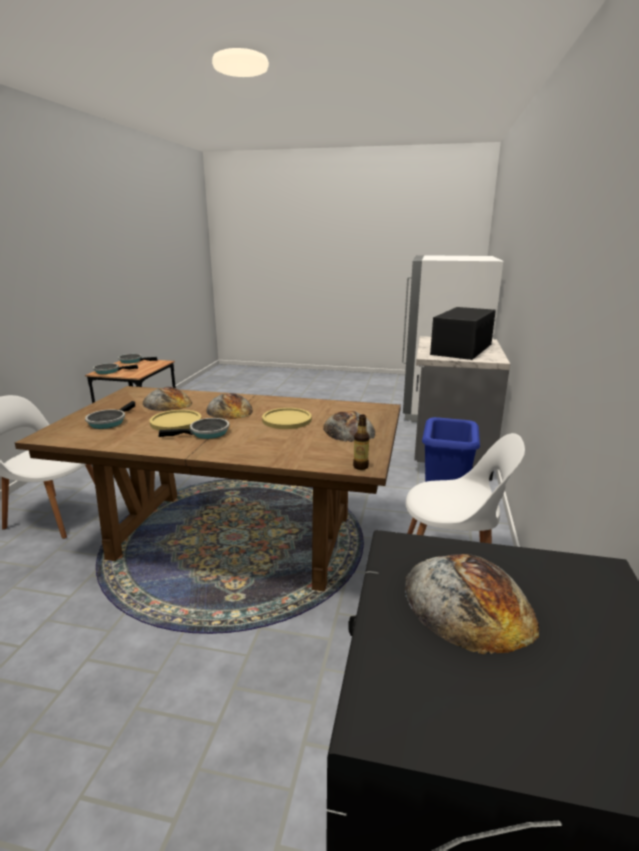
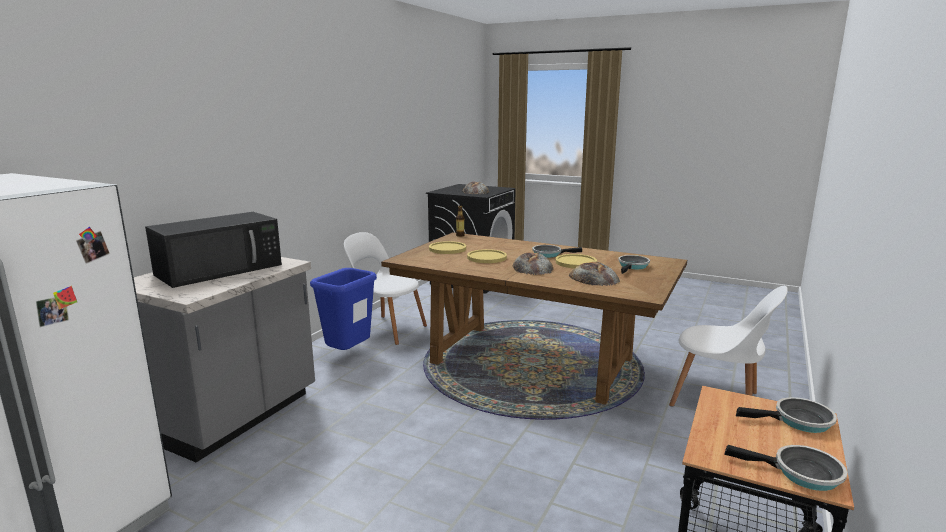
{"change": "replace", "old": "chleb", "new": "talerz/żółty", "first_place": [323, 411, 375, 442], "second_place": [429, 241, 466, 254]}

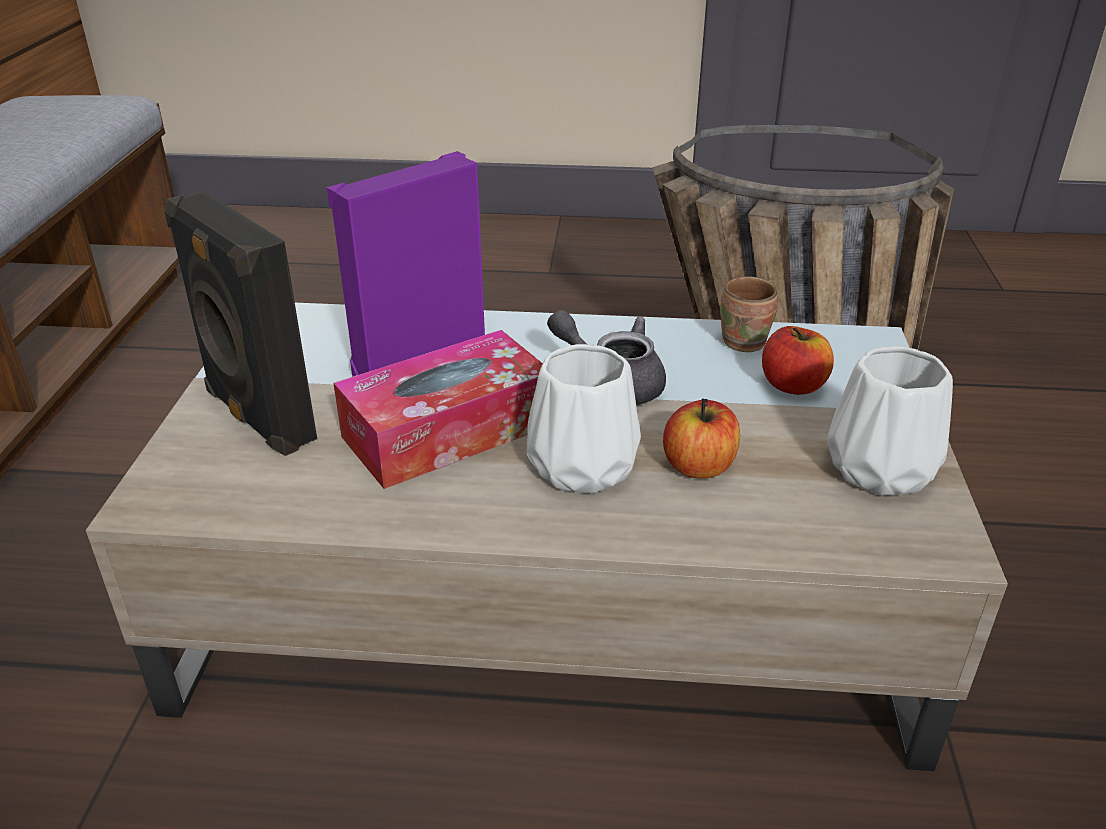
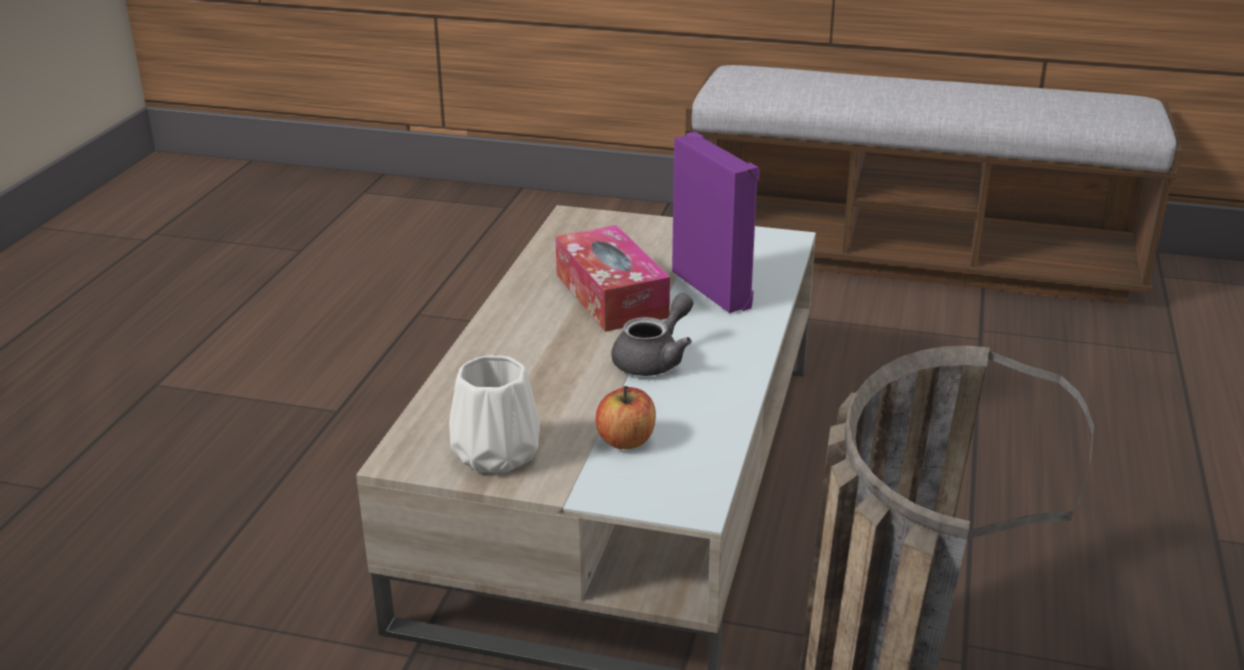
{"change": "delete", "old": "głośnik/czarny", "first_place": [164, 192, 317, 456]}
{"change": "delete", "old": "kubek/brązowy", "first_place": [720, 276, 778, 352]}
{"change": "delete", "old": "wazon/biały", "first_place": [526, 344, 641, 494]}
{"change": "delete", "old": "jabłko", "first_place": [663, 399, 740, 479]}

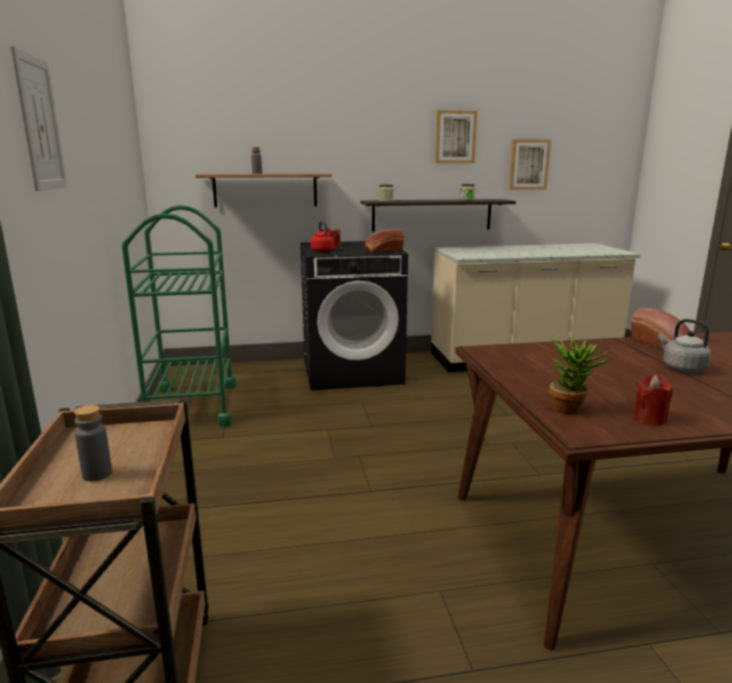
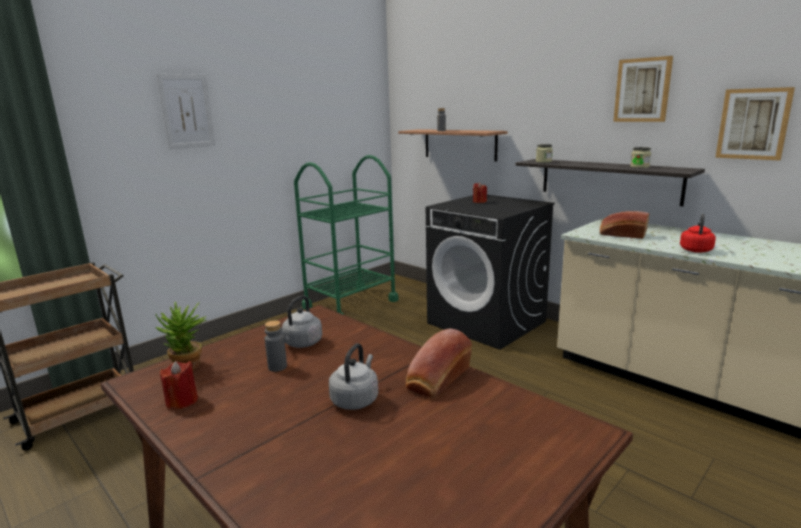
{"change": "move", "old": "czajnik/czerwony", "first_place": [311, 222, 334, 252], "second_place": [680, 213, 716, 253]}
{"change": "move", "old": "chleb", "first_place": [365, 229, 404, 253], "second_place": [600, 211, 649, 239]}
{"change": "move", "old": "butelka/szary", "first_place": [74, 405, 112, 481], "second_place": [265, 320, 287, 372]}
{"change": "insert", "new": "czajnik/szary", "second_place": [281, 295, 322, 348]}

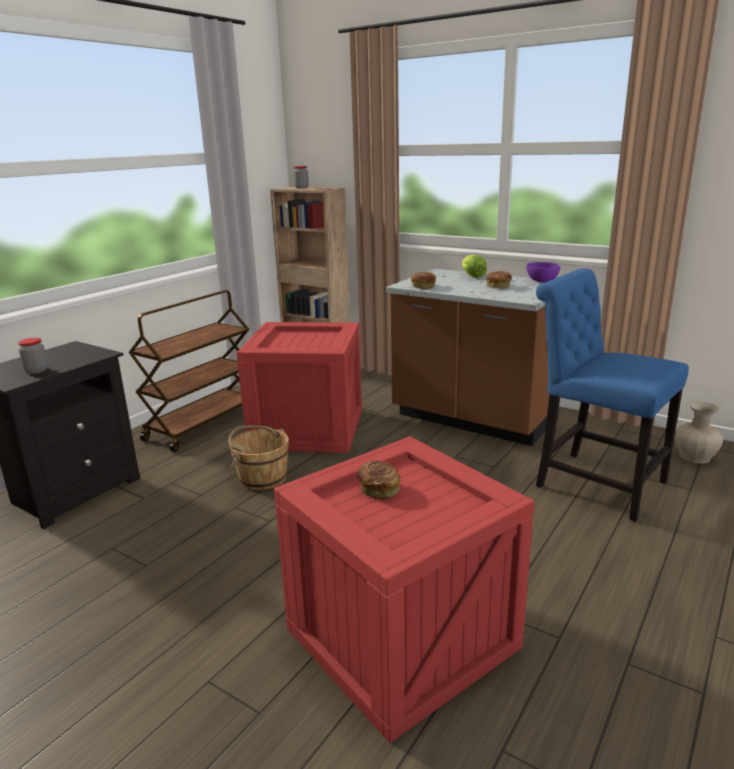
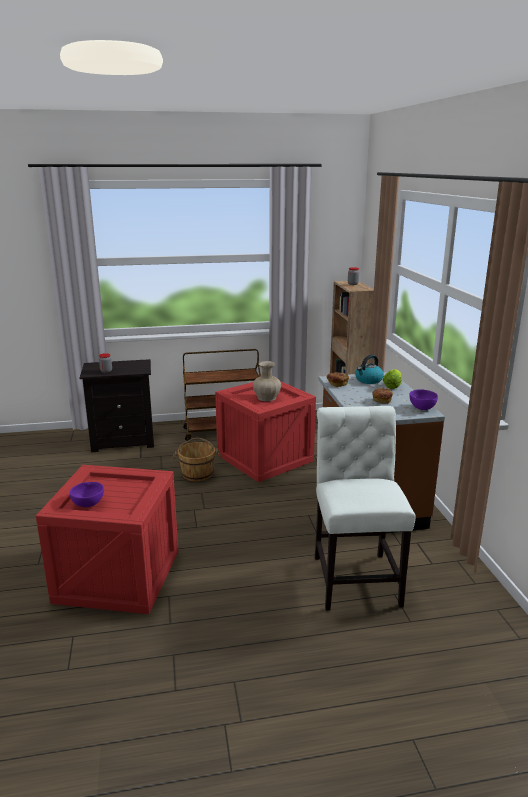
{"change": "recolor", "old": "krzesło/niebieski", "new": "krzesło/biały", "first_place": [536, 268, 689, 522], "second_place": [315, 406, 416, 611]}
{"change": "move", "old": "wazon/beżowy", "first_place": [674, 402, 723, 464], "second_place": [253, 361, 281, 401]}
{"change": "delete", "old": "chleb", "first_place": [357, 460, 401, 499]}
{"change": "insert", "new": "czajnik", "second_place": [355, 355, 384, 384]}
{"change": "insert", "new": "miska/fioletowy", "second_place": [70, 482, 104, 507]}

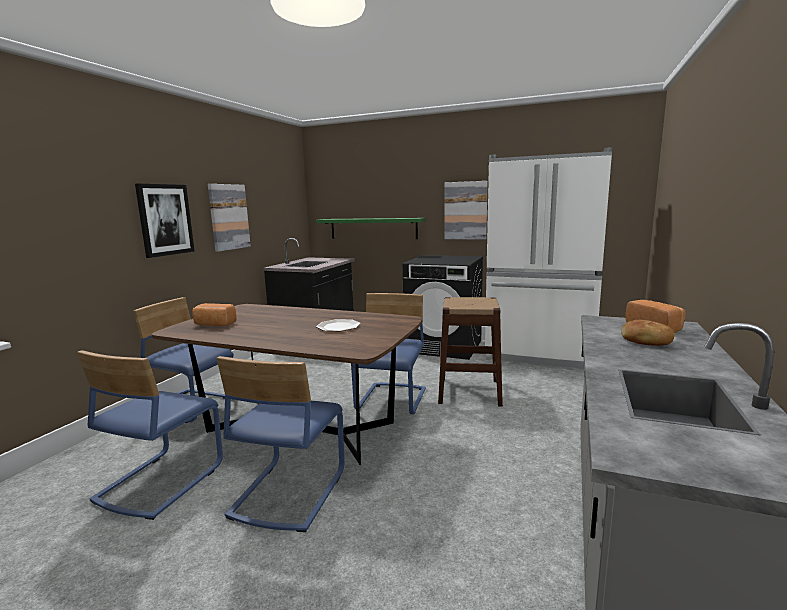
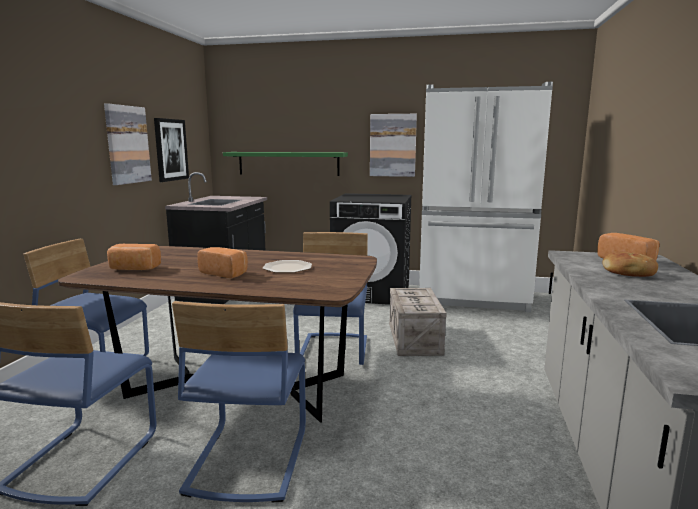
{"change": "move", "old": "obraz", "first_place": [135, 184, 195, 258], "second_place": [154, 118, 189, 182]}
{"change": "replace", "old": "stołek/brązowy", "new": "skrzynka", "first_place": [438, 297, 503, 407], "second_place": [389, 288, 447, 356]}
{"change": "insert", "new": "chleb", "second_place": [197, 247, 248, 278]}

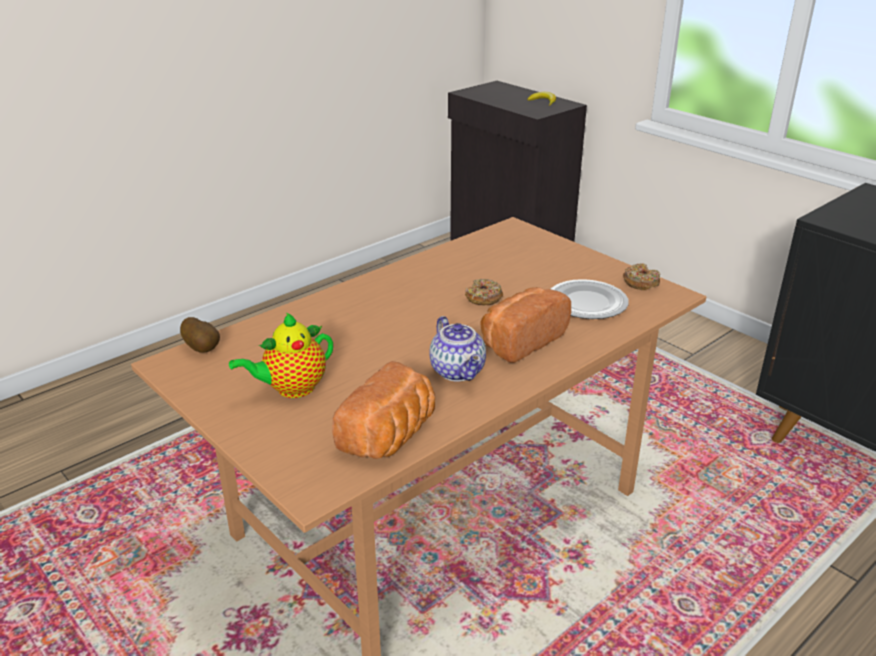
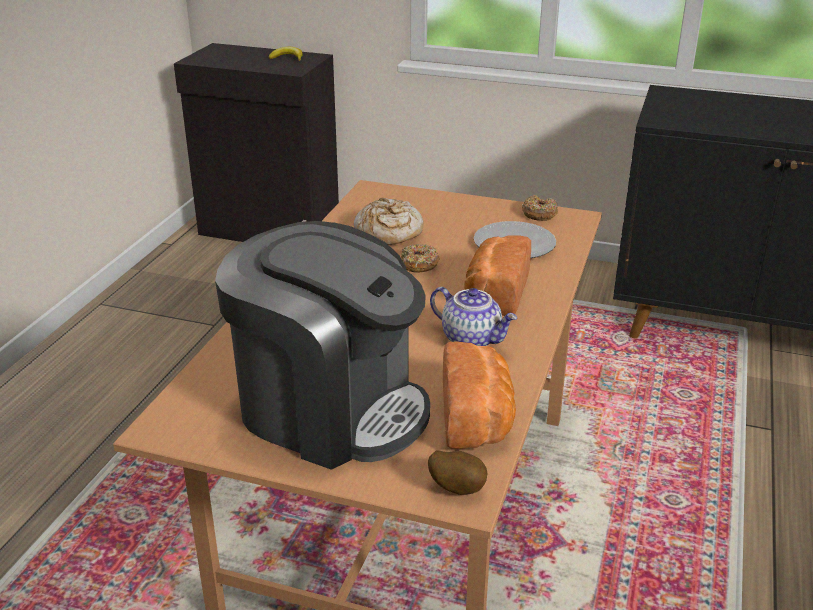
{"change": "replace", "old": "imbryk", "new": "ekspres do kawy", "first_place": [229, 313, 333, 398], "second_place": [215, 221, 430, 470]}
{"change": "move", "old": "ziemniak", "first_place": [180, 317, 220, 353], "second_place": [428, 450, 487, 495]}
{"change": "insert", "new": "chleb", "second_place": [354, 198, 424, 245]}

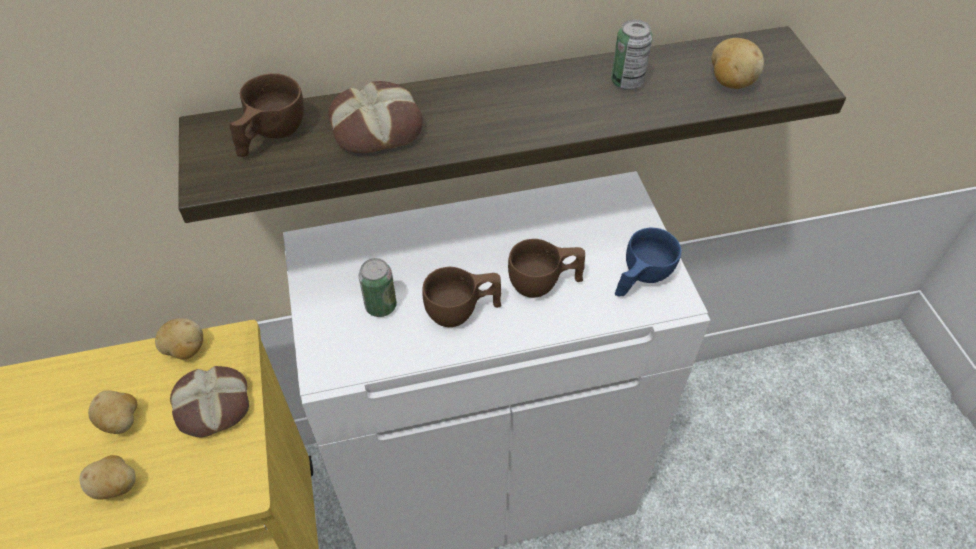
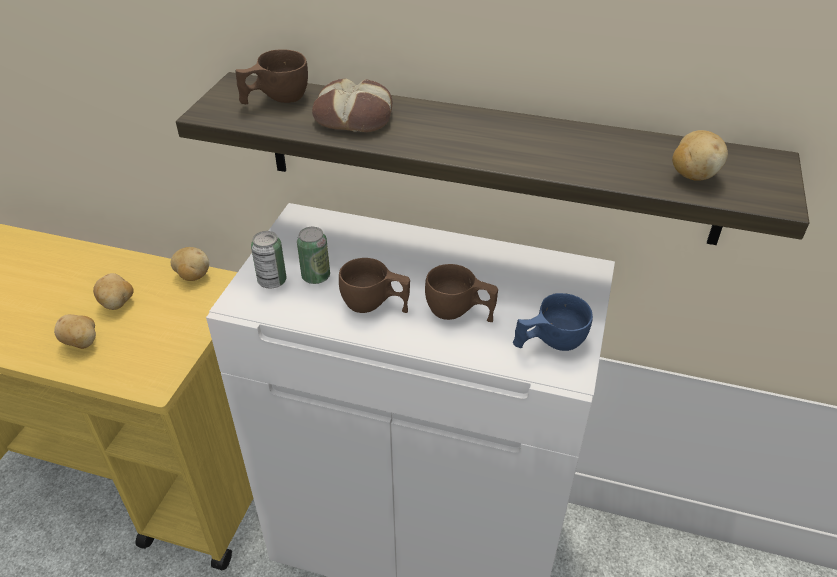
{"change": "move", "old": "puszka", "first_place": [611, 20, 653, 90], "second_place": [251, 231, 286, 289]}
{"change": "delete", "old": "chleb", "first_place": [170, 366, 249, 437]}

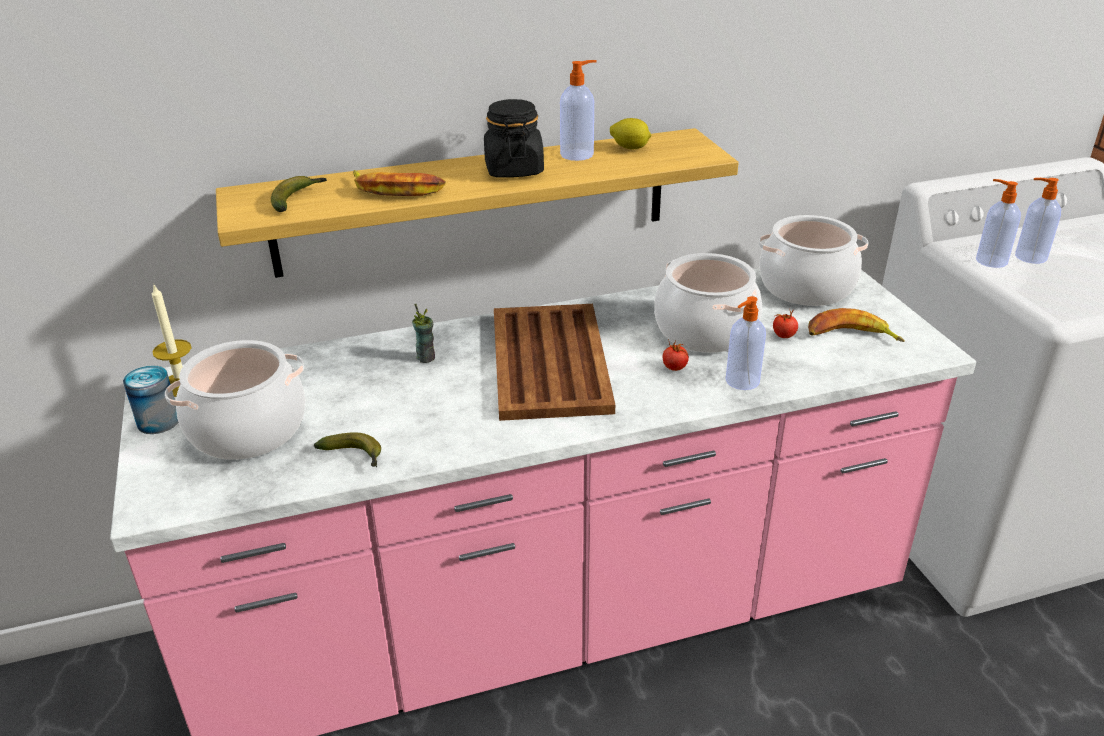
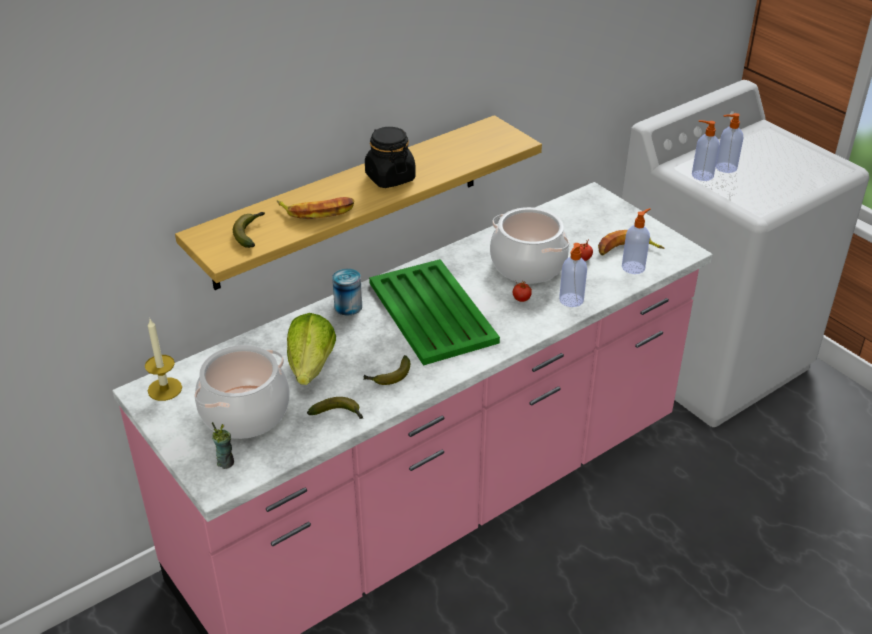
{"change": "move", "old": "dozownik mydła", "first_place": [560, 60, 597, 161], "second_place": [622, 208, 651, 274]}
{"change": "delete", "old": "cytryna", "first_place": [610, 118, 651, 149]}
{"change": "delete", "old": "garnek", "first_place": [758, 215, 868, 306]}
{"change": "move", "old": "filiżanka", "first_place": [412, 304, 435, 363], "second_place": [212, 422, 234, 469]}
{"change": "recolor", "old": "taca/brązowy", "new": "taca/zielony", "first_place": [494, 304, 615, 421], "second_place": [369, 259, 500, 366]}
{"change": "move", "old": "puszka", "first_place": [123, 366, 178, 434], "second_place": [332, 269, 362, 315]}
{"change": "insert", "new": "sałata", "second_place": [287, 313, 336, 385]}
{"change": "insert", "new": "banan", "second_place": [364, 355, 410, 385]}

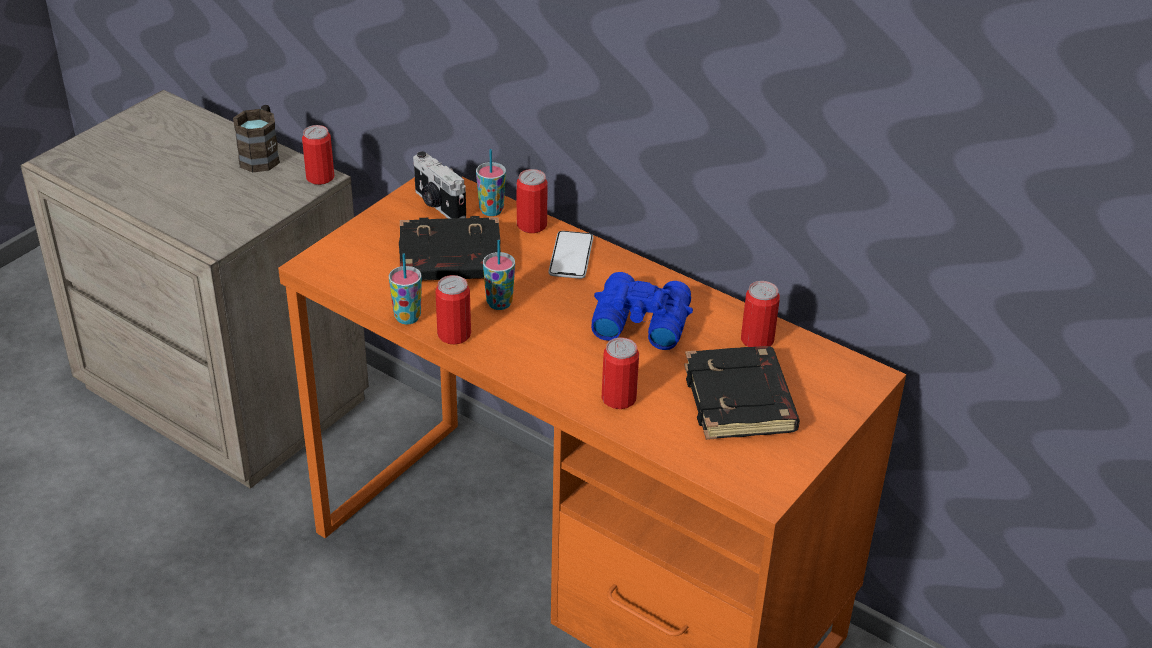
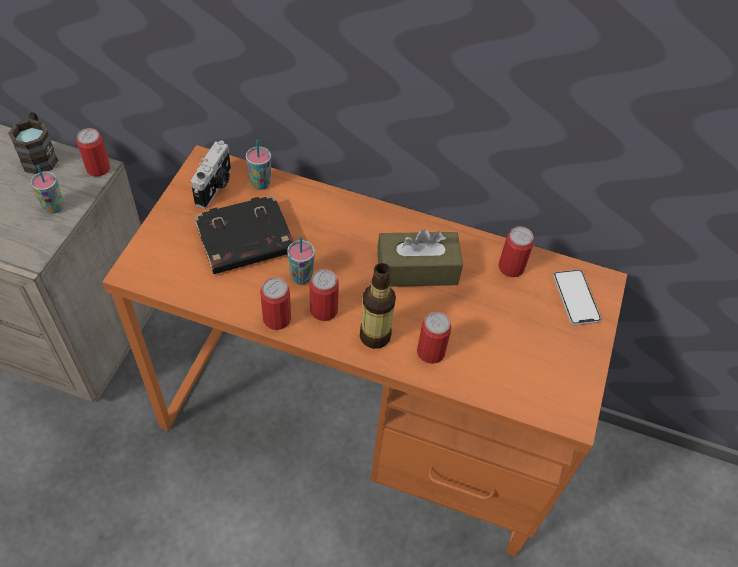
{"change": "rotate", "old": "aparat fotograficzny", "first_place": [413, 151, 466, 218], "second_place": [191, 140, 231, 209], "degrees": -105}
{"change": "move", "old": "puszka", "first_place": [517, 169, 548, 233], "second_place": [310, 269, 339, 321]}
{"change": "move", "old": "telefon", "first_place": [548, 231, 593, 279], "second_place": [553, 270, 601, 325]}
{"change": "move", "old": "filiżanka", "first_place": [389, 253, 422, 325], "second_place": [31, 166, 64, 214]}
{"change": "replace", "old": "lornetka/niebieski", "new": "pudełko chusteczek/brązowy", "first_place": [591, 272, 693, 350], "second_place": [377, 229, 463, 287]}
{"change": "delete", "old": "książka/czarny", "first_place": [684, 346, 800, 440]}
{"change": "insert", "new": "butelka", "second_place": [360, 263, 396, 349]}

